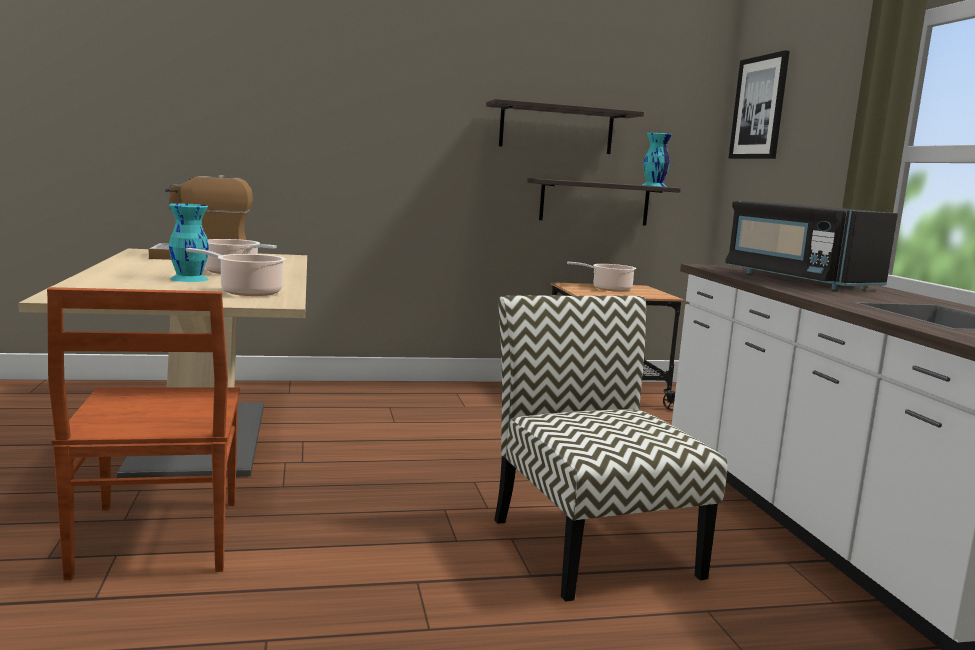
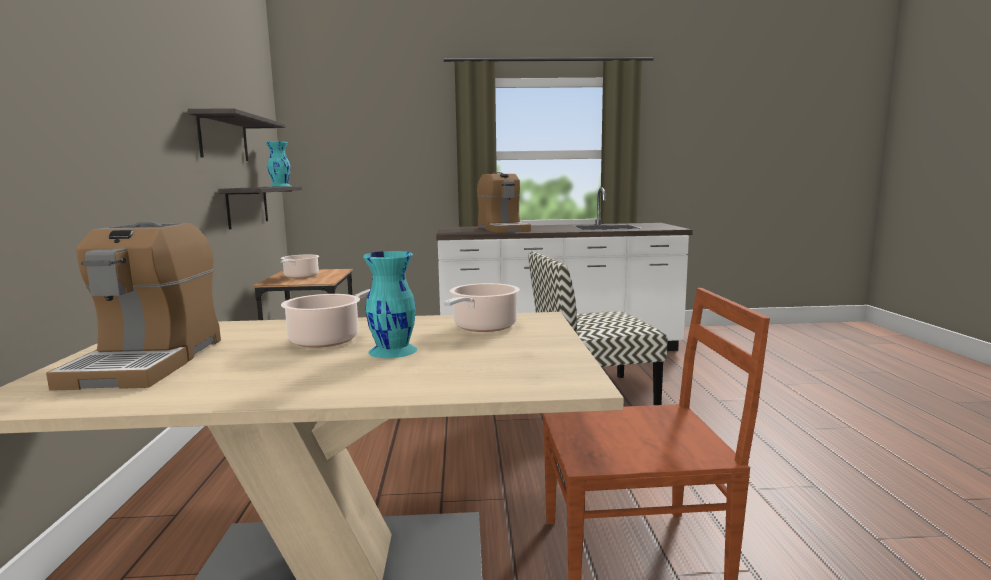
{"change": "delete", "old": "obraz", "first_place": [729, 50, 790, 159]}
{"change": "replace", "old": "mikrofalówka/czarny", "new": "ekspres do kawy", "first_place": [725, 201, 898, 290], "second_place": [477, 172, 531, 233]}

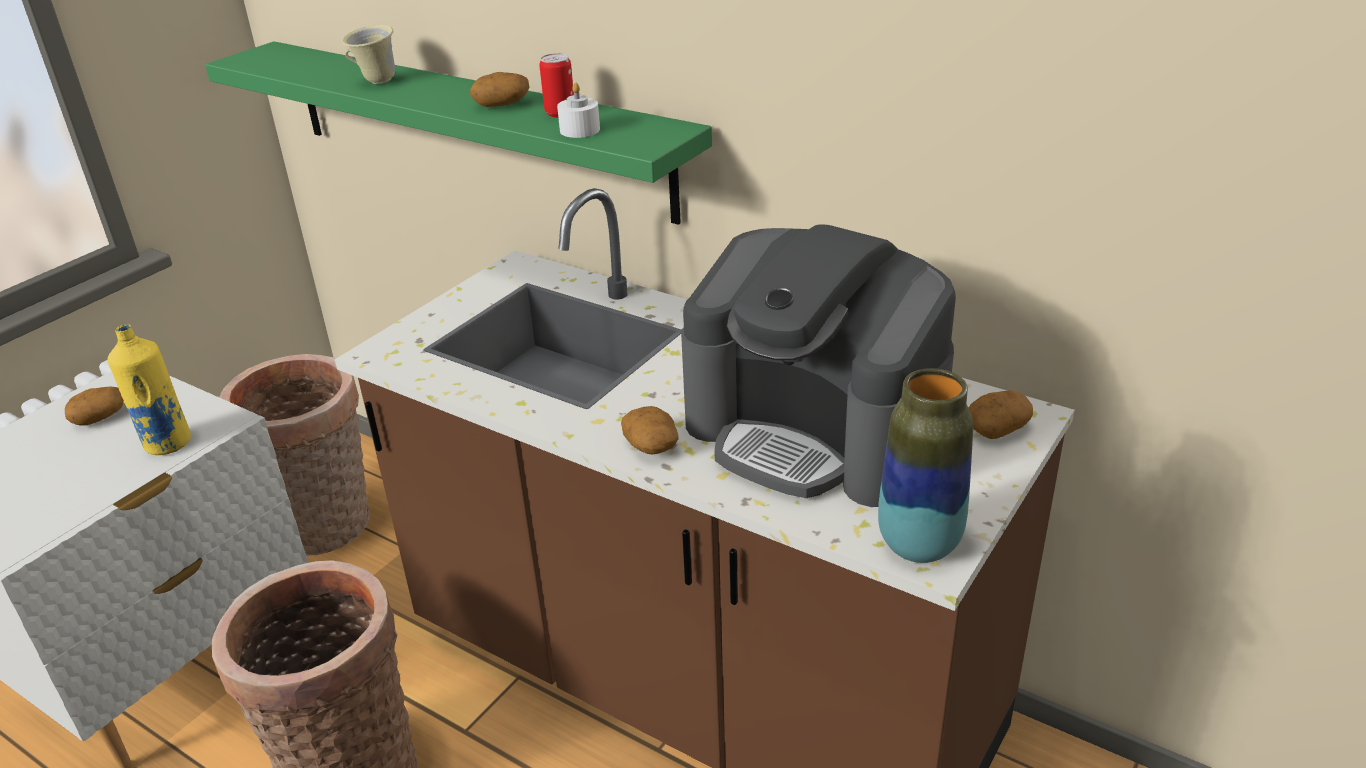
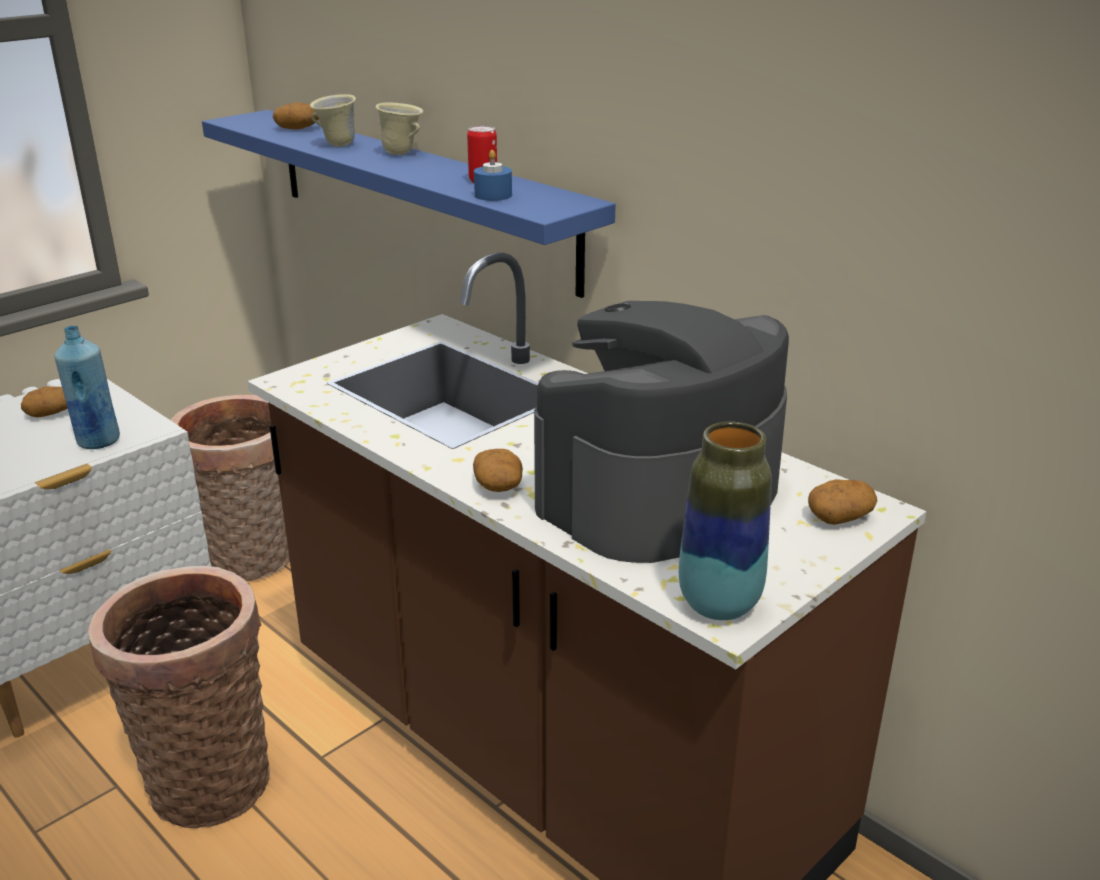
{"change": "recolor", "old": "półka/zielony", "new": "półka/niebieski", "first_place": [205, 41, 712, 225], "second_place": [202, 110, 616, 298]}
{"change": "move", "old": "ziemniak", "first_place": [470, 72, 529, 107], "second_place": [273, 102, 319, 129]}
{"change": "recolor", "old": "świeca/biały", "new": "świeca/niebieski", "first_place": [557, 83, 600, 138], "second_place": [474, 150, 512, 201]}
{"change": "rotate", "old": "ekspres do kawy", "first_place": [681, 224, 956, 507], "second_place": [534, 301, 789, 563], "degrees": 90}
{"change": "recolor", "old": "butelka/żółty", "new": "butelka/niebieski", "first_place": [107, 325, 191, 455], "second_place": [54, 325, 120, 449]}
{"change": "insert", "new": "kubek/beżowy", "second_place": [376, 103, 424, 155]}

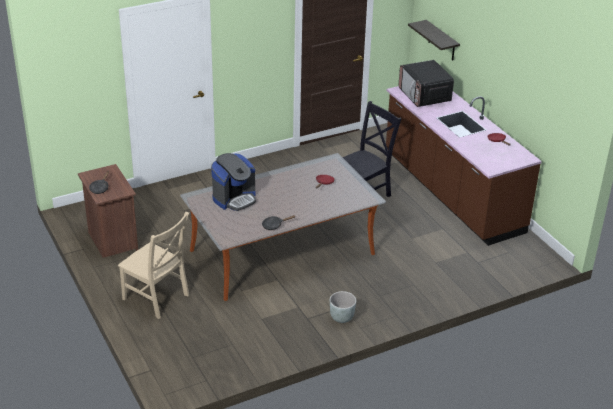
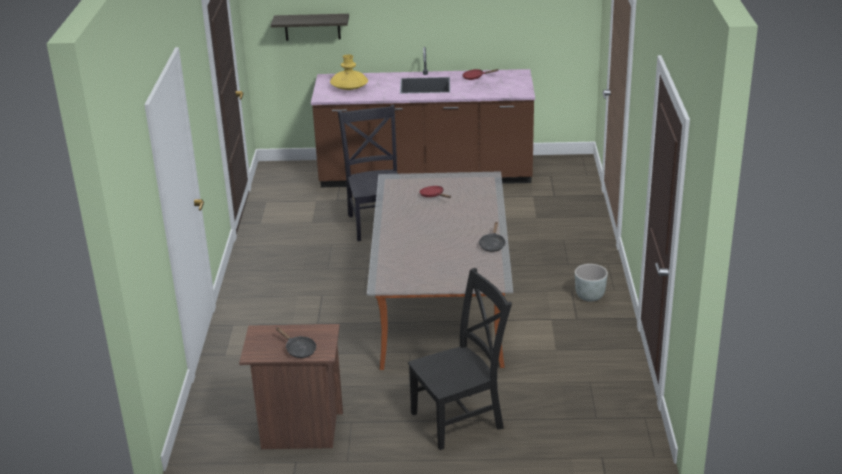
{"change": "replace", "old": "mikrofalówka", "new": "wazon/żółty", "first_place": [399, 60, 454, 107], "second_place": [330, 54, 368, 90]}
{"change": "delete", "old": "ekspres do kawy", "first_place": [211, 153, 256, 211]}
{"change": "recolor", "old": "krzesło/beżowy", "new": "krzesło/czarny", "first_place": [118, 212, 189, 319], "second_place": [408, 268, 512, 450]}

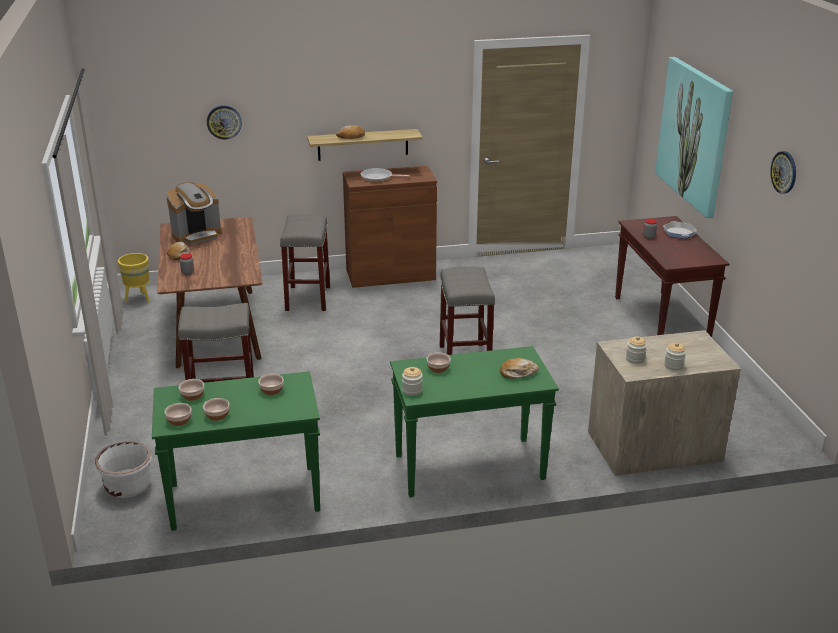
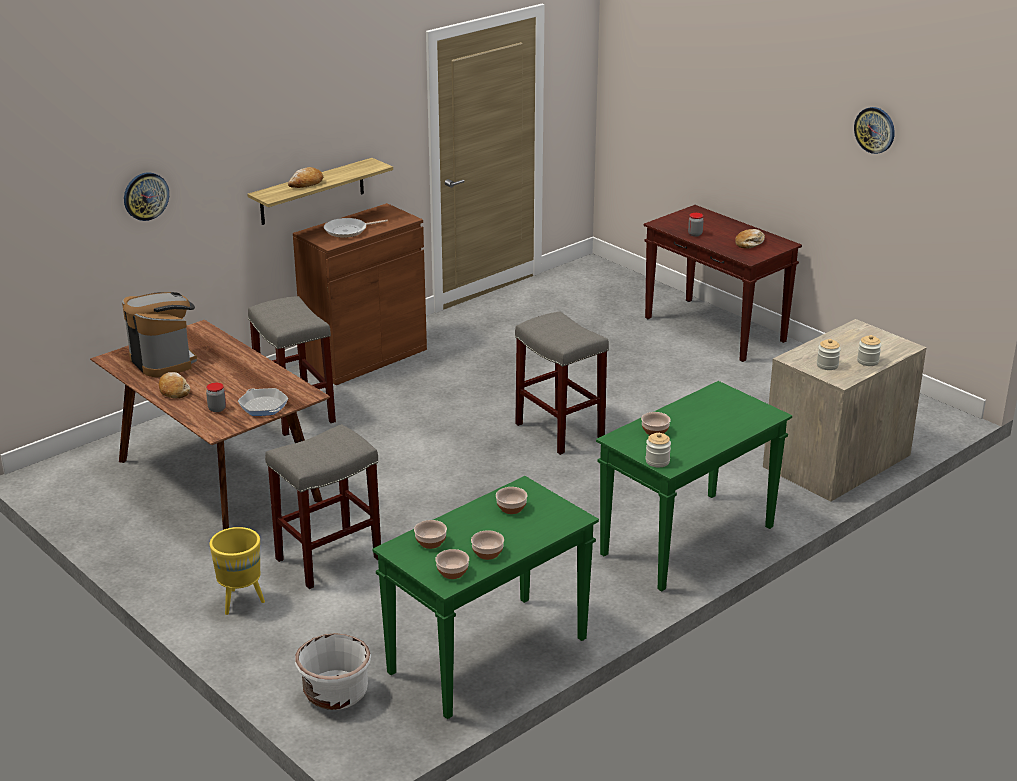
{"change": "delete", "old": "obraz", "first_place": [655, 57, 733, 218]}
{"change": "rotate", "old": "ekspres do kawy", "first_place": [166, 182, 222, 245], "second_place": [122, 292, 197, 377], "degrees": -60}
{"change": "move", "old": "patelnia", "first_place": [663, 221, 697, 239], "second_place": [238, 388, 288, 416]}
{"change": "move", "old": "donica/żółty", "first_place": [118, 253, 150, 302], "second_place": [209, 527, 265, 615]}
{"change": "move", "old": "chleb", "first_place": [500, 358, 539, 379], "second_place": [735, 229, 765, 249]}

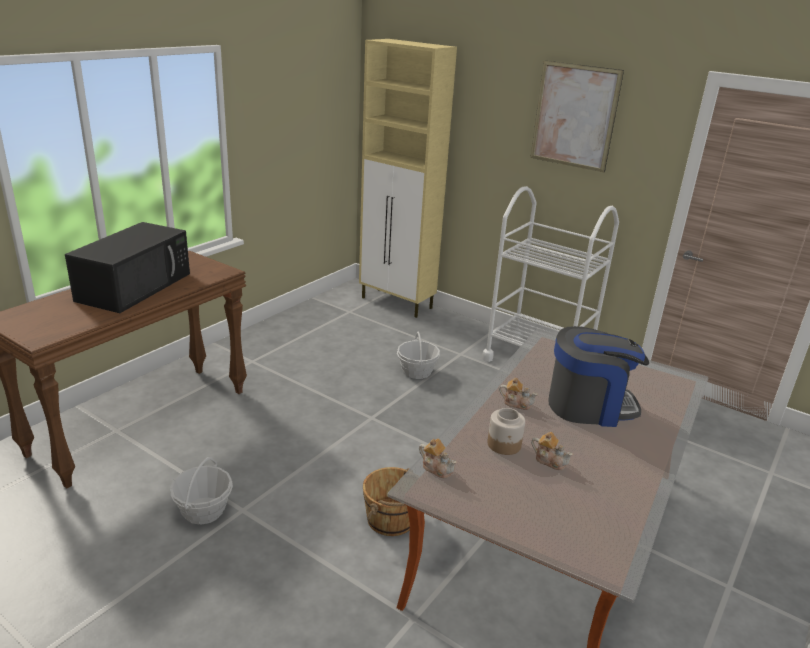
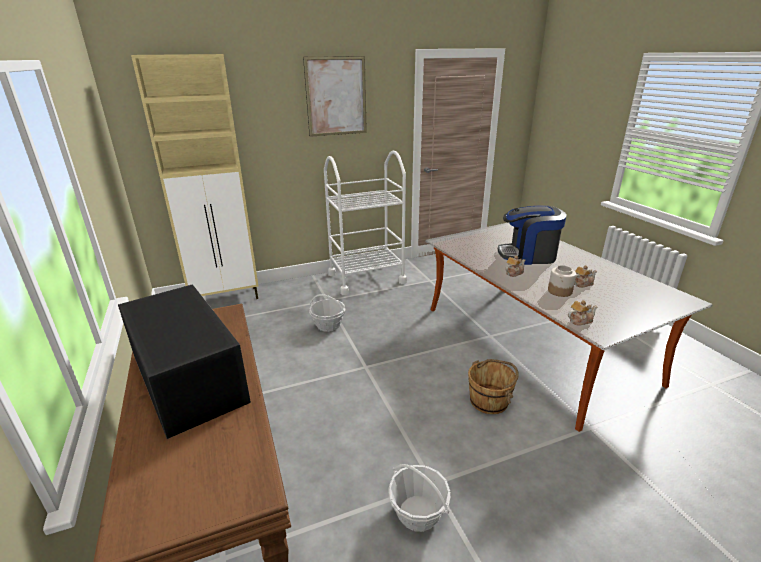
{"change": "rotate", "old": "ekspres do kawy", "first_place": [548, 326, 649, 427], "second_place": [498, 205, 567, 265], "degrees": -120}

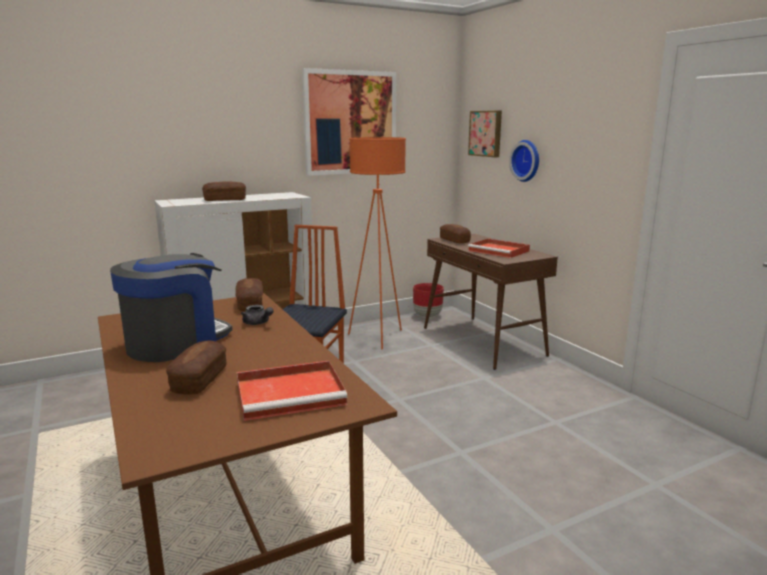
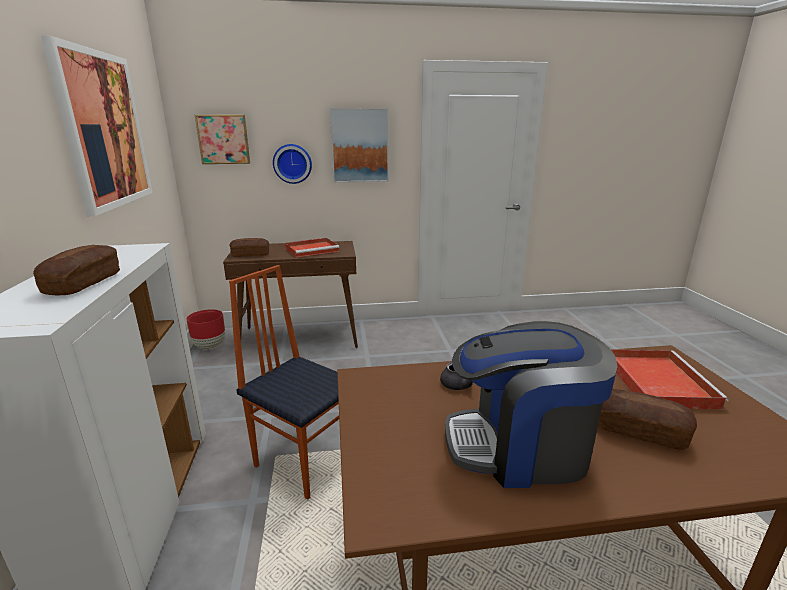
{"change": "delete", "old": "lampa stojąca/pomarańczowy", "first_place": [348, 137, 406, 349]}
{"change": "rotate", "old": "ekspres do kawy", "first_place": [110, 253, 232, 362], "second_place": [445, 321, 618, 488], "degrees": -60}
{"change": "delete", "old": "chleb", "first_place": [236, 278, 263, 311]}
{"change": "insert", "new": "obraz", "second_place": [330, 108, 389, 183]}

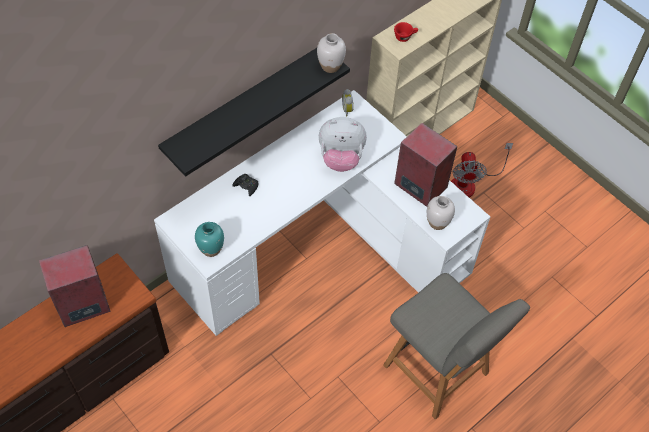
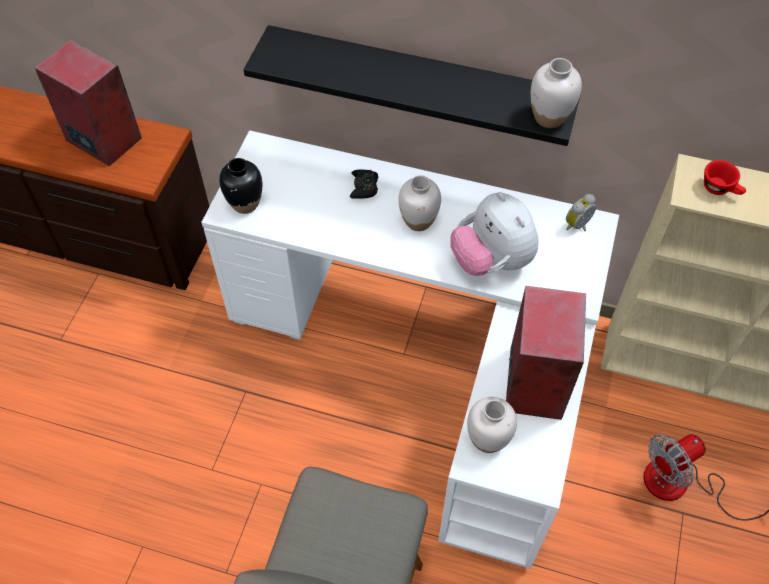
{"change": "recolor", "old": "wazon/turkusowy", "new": "wazon/czarny", "first_place": [195, 222, 224, 257], "second_place": [219, 158, 262, 214]}
{"change": "insert", "new": "wazon/biały", "second_place": [398, 175, 441, 231]}

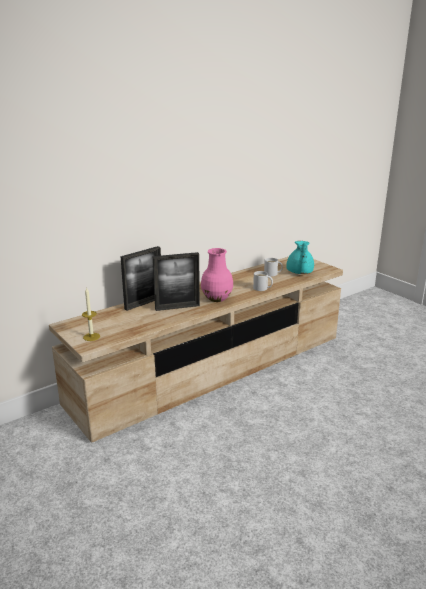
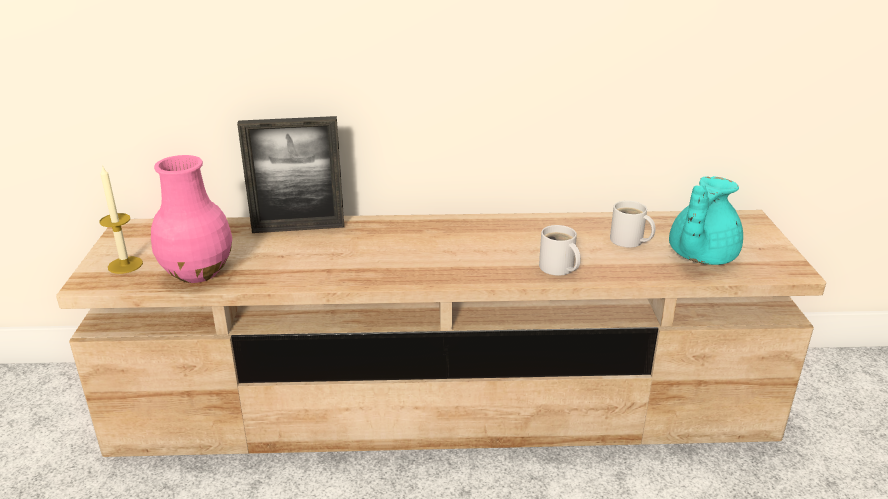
{"change": "move", "old": "wazon/różowy", "first_place": [201, 248, 233, 302], "second_place": [151, 155, 232, 283]}
{"change": "delete", "old": "ramka na zdjęcie", "first_place": [153, 252, 200, 311]}

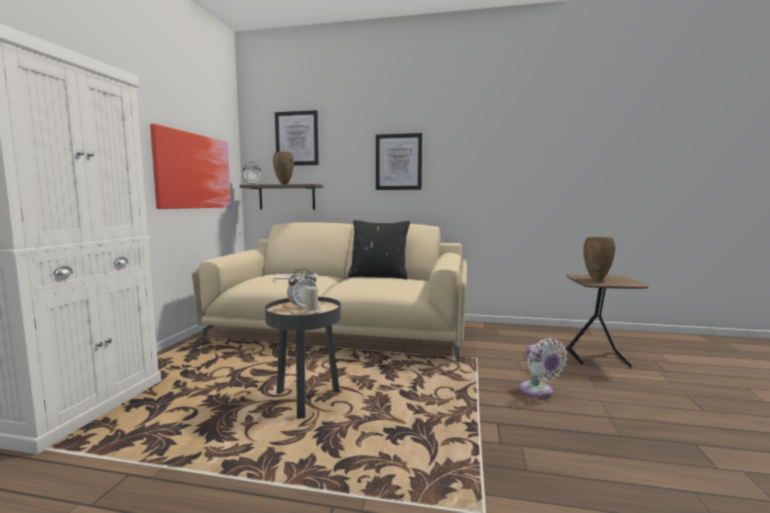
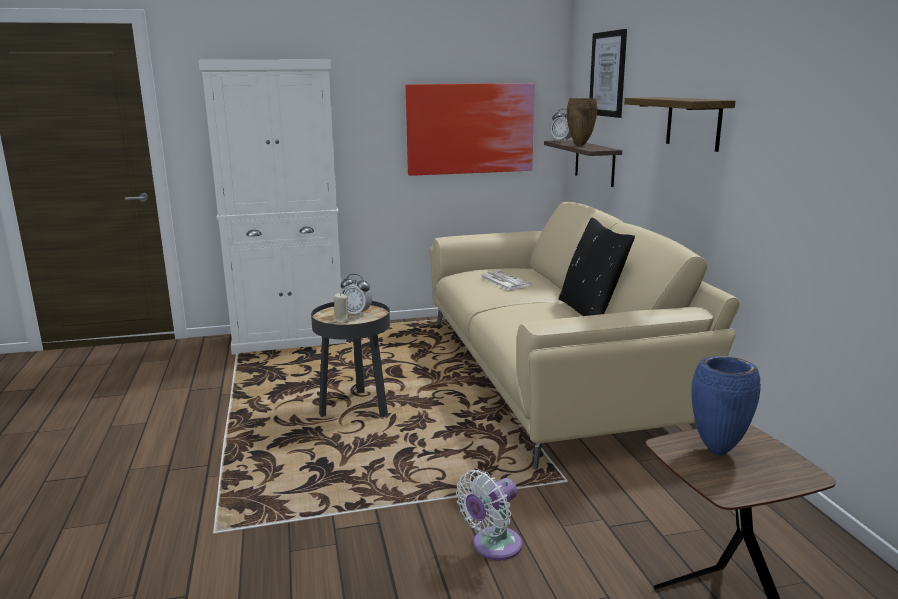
{"change": "replace", "old": "obraz", "new": "półka", "first_place": [376, 133, 422, 190], "second_place": [624, 97, 736, 152]}
{"change": "recolor", "old": "wazon/brązowy", "new": "wazon/niebieski", "first_place": [583, 237, 615, 281], "second_place": [691, 356, 761, 456]}

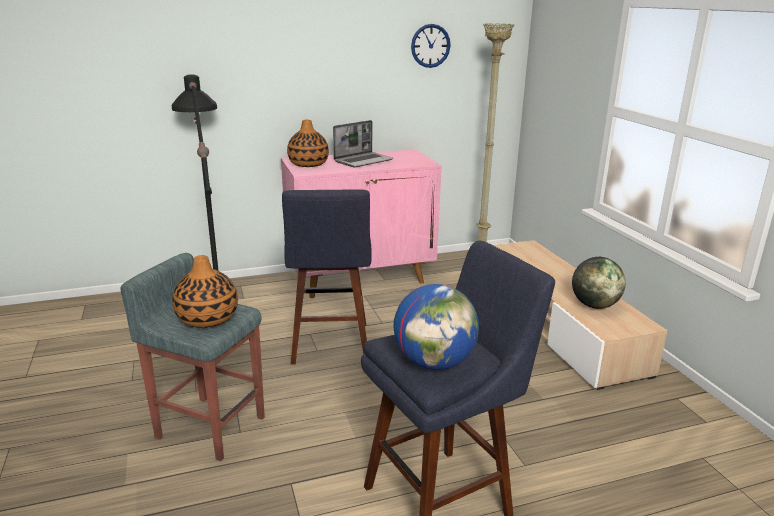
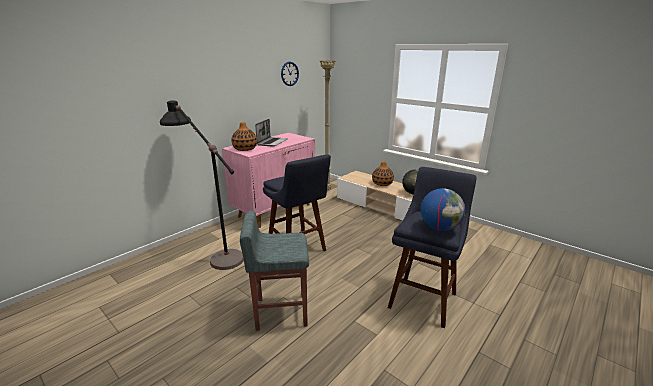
{"change": "move", "old": "wazon", "first_place": [173, 255, 238, 328], "second_place": [372, 161, 394, 186]}

